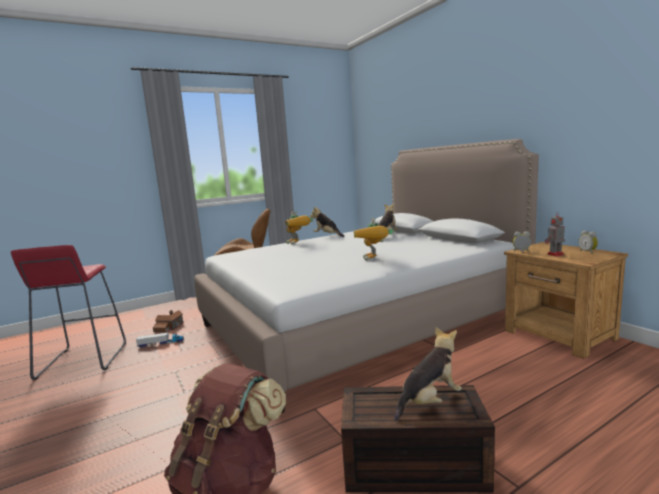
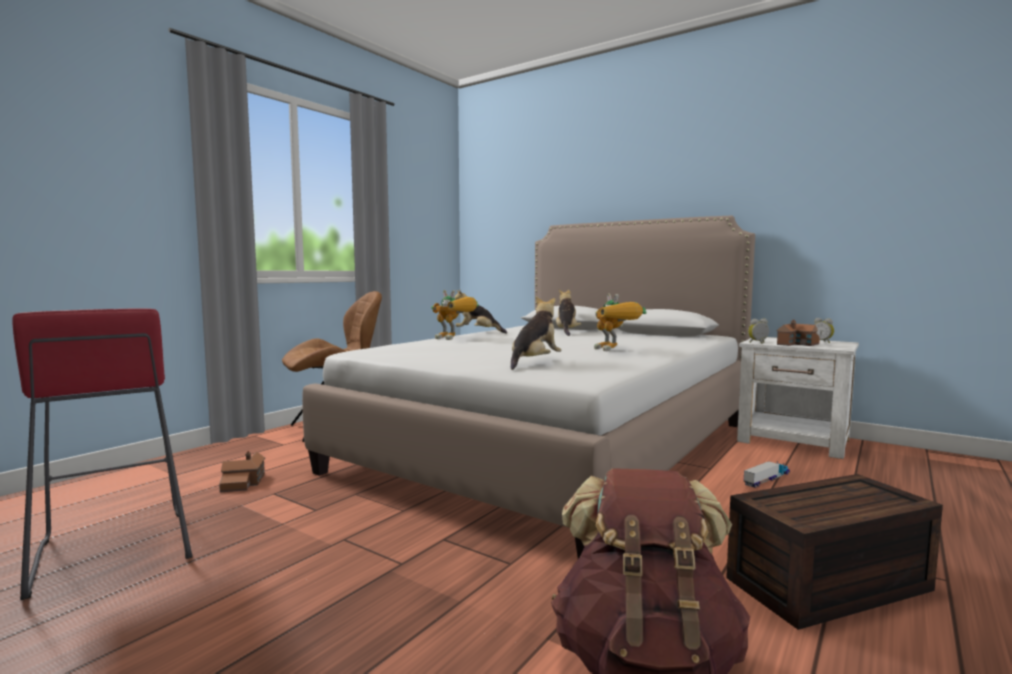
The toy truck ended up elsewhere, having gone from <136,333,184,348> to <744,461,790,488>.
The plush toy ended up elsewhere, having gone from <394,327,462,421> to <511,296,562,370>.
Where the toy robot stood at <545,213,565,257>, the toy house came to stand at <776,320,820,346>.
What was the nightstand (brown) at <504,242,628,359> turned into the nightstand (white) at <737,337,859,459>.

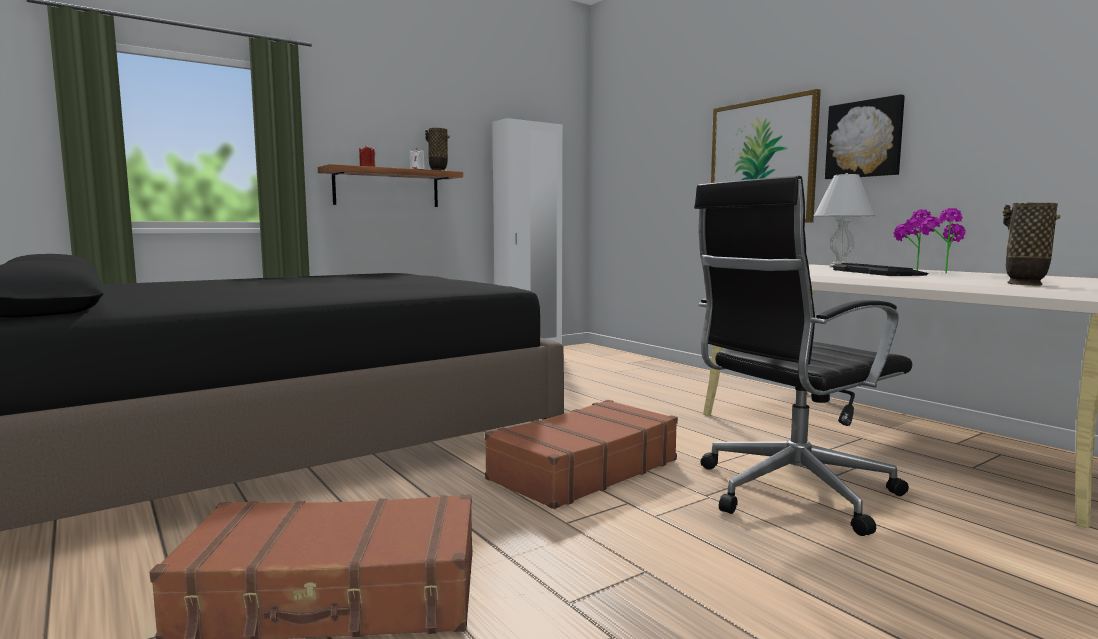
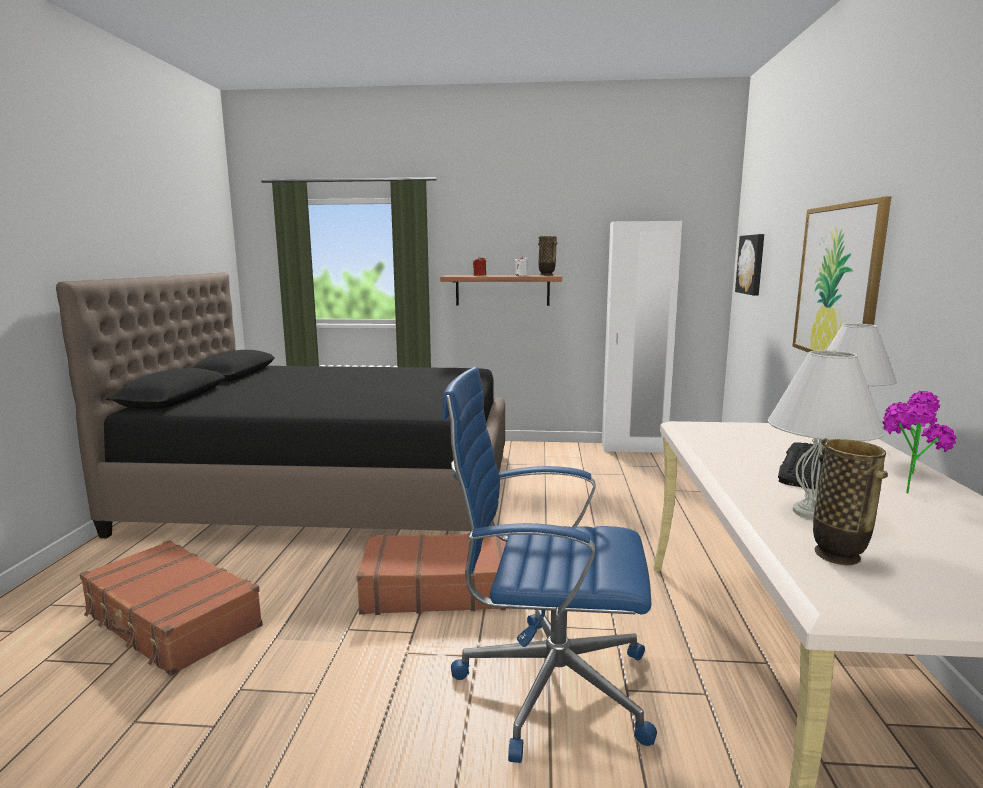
The second view gained the table lamp (white) at <768,350,885,520>.
The picture ended up elsewhere, having gone from <825,94,905,179> to <735,234,764,295>.
What was the office chair (black) at <694,176,912,536> turned into the office chair (blue) at <442,367,657,763>.

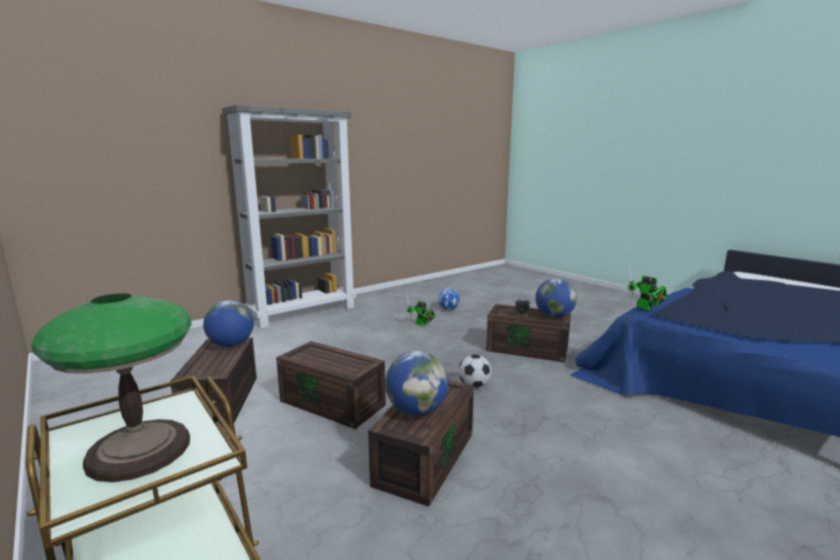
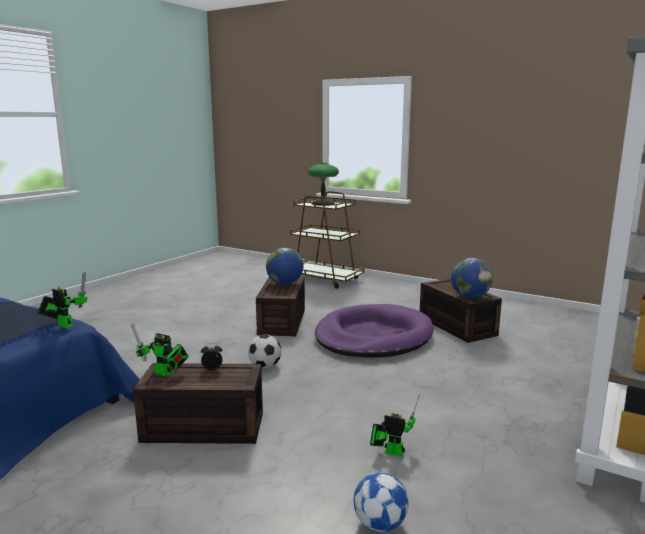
Where the storage box (brown) stood at <276,341,386,429>, the dog bed (purple) came to stand at <315,304,434,358>.
Where the globe stood at <535,278,577,318>, the toy robot came to stand at <131,323,189,377>.

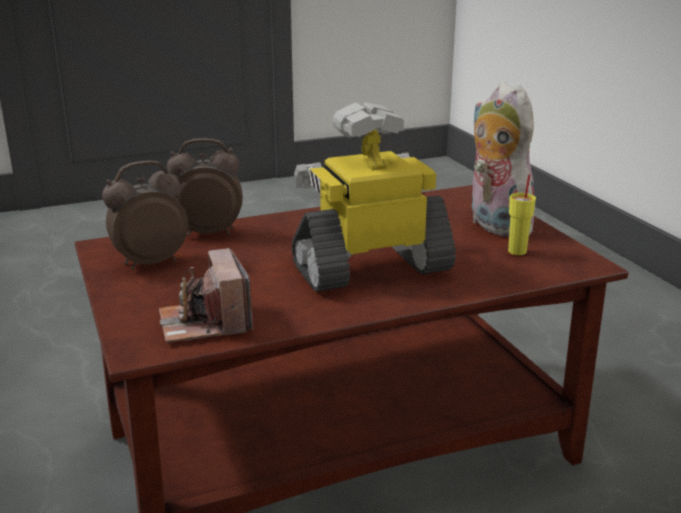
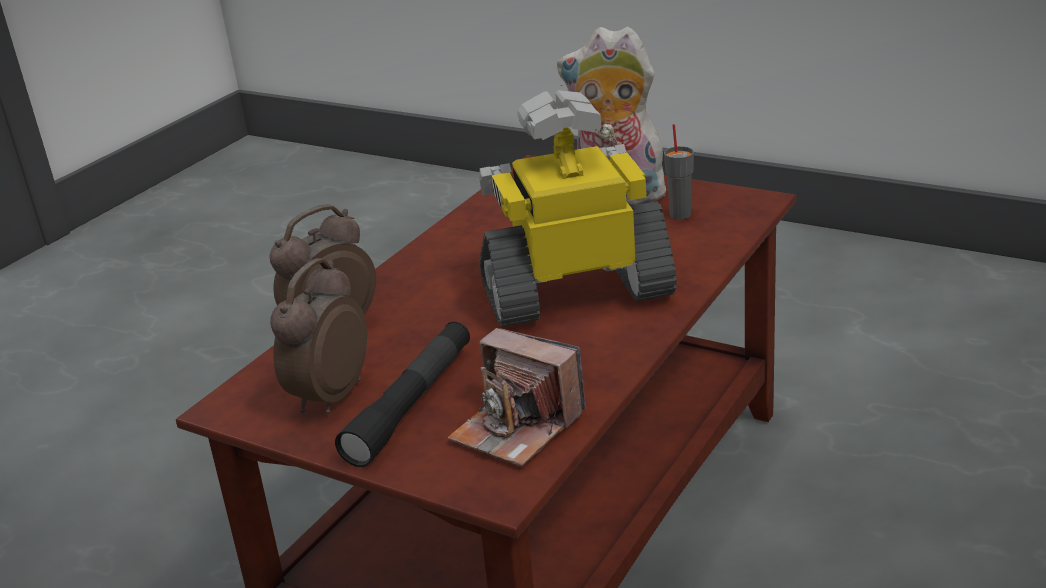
The second view gained the flashlight (black) at <335,321,470,467>.
What was the cup (yellow) at <508,174,536,255> turned into the cup (grey) at <664,124,694,219>.
The toy robot at <292,102,456,291> ended up facing another way, 45 degrees clockwise from before.

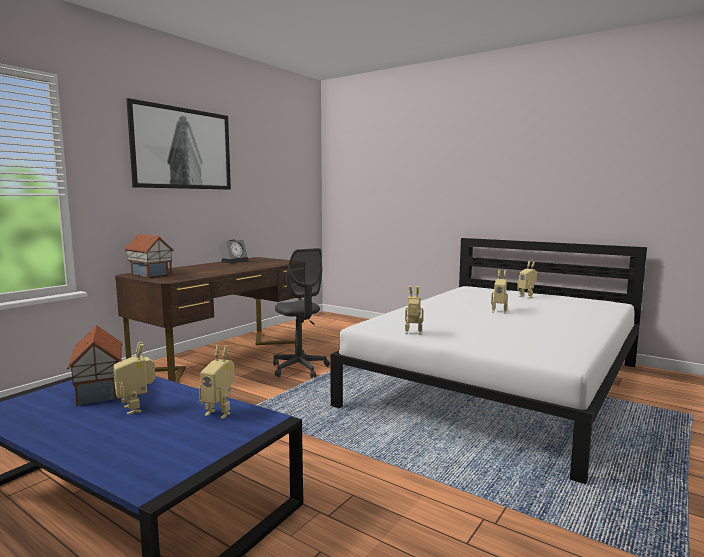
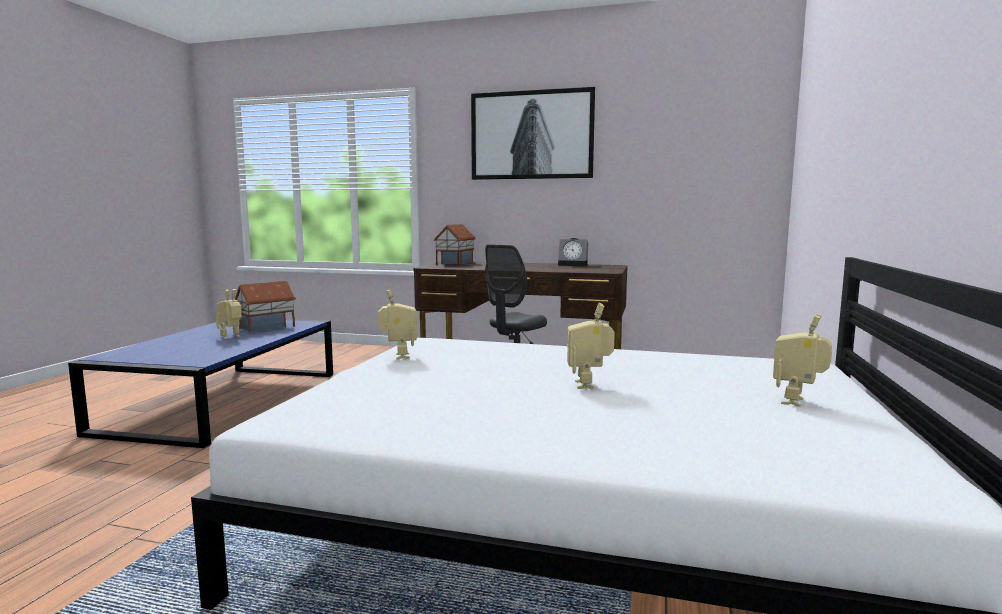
The second view lost the toy robot at <199,345,235,419>.

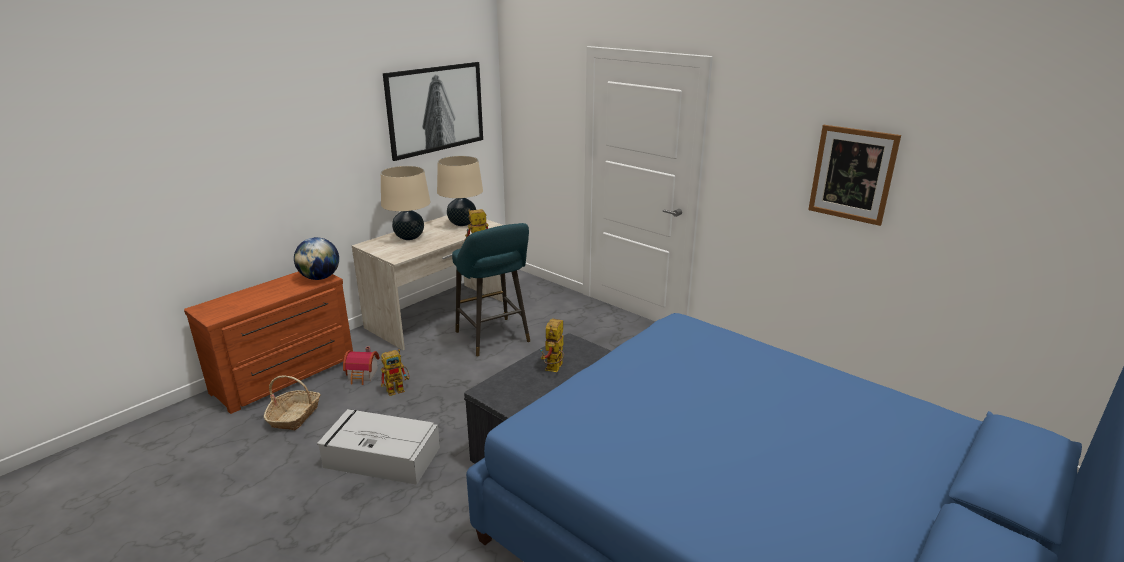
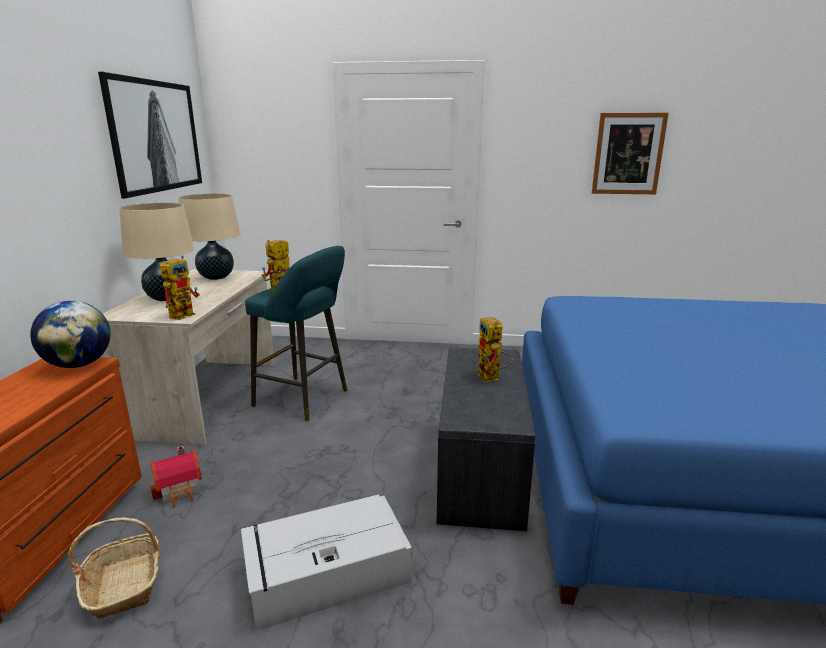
The toy robot ended up elsewhere, having gone from <381,349,410,396> to <160,255,200,320>.

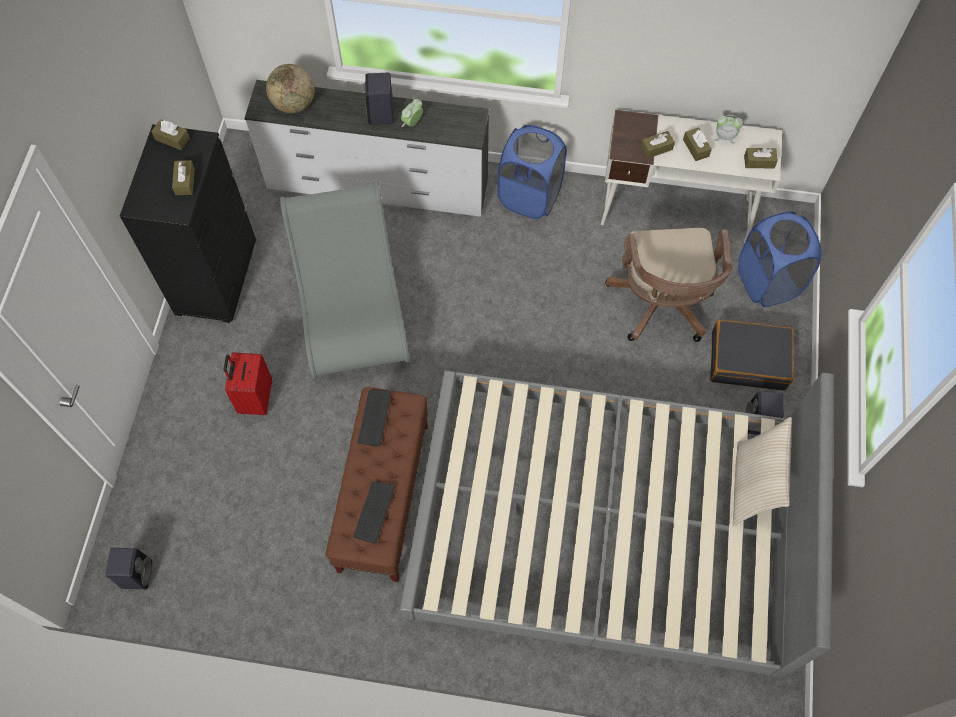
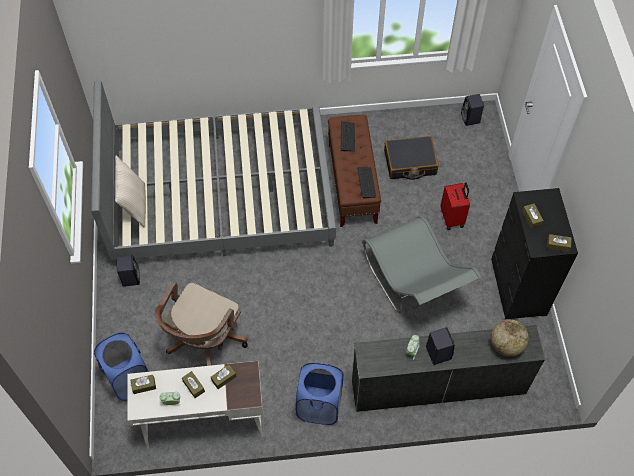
The suitcase (black) ended up elsewhere, having gone from <710,320,794,391> to <384,136,439,180>.
The office chair (brown) at <605,228,732,342> ended up facing another way, 135 degrees counterclockwise from before.

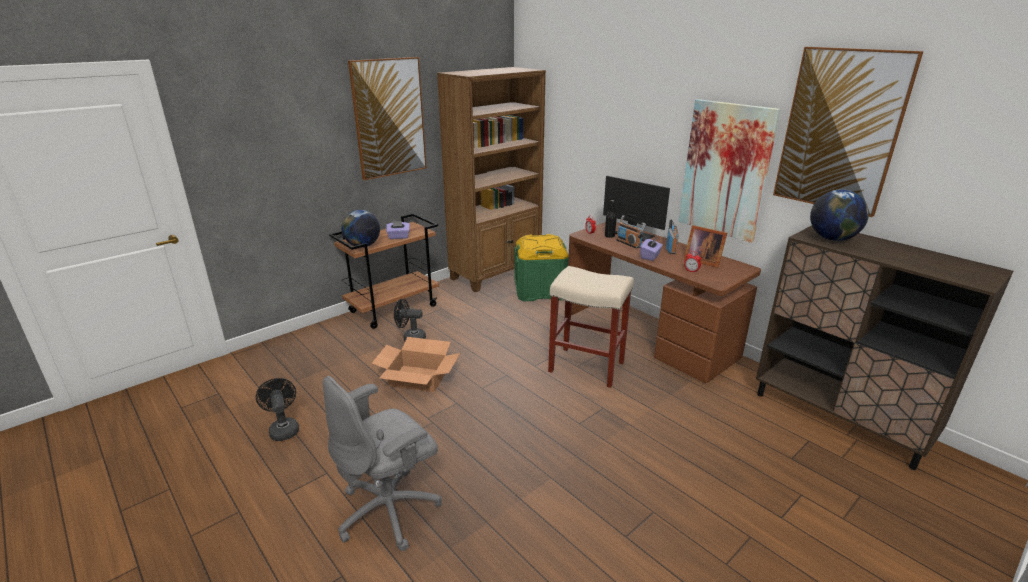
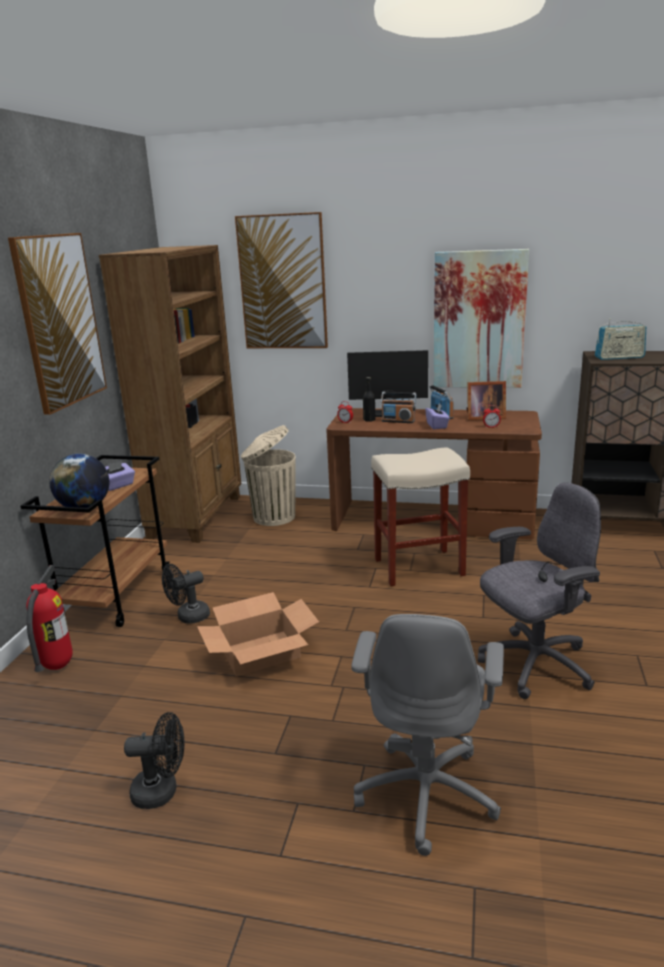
The second view gained the fire extinguisher at <26,565,73,672>.
The second view gained the office chair (grey) at <478,483,601,699>.
The picture ended up elsewhere, having gone from <773,47,923,217> to <235,212,328,348>.
Where the storage box (green) stood at <515,234,569,301>, the trash can (beige) came to stand at <241,425,296,526>.
Where the globe stood at <810,189,869,241>, the radio came to stand at <595,319,646,360>.
The fan (black) at <256,378,299,441> ended up facing another way, 150 degrees clockwise from before.

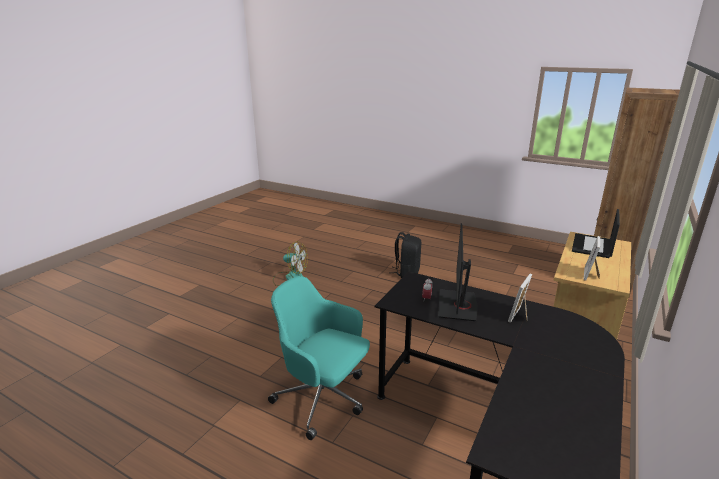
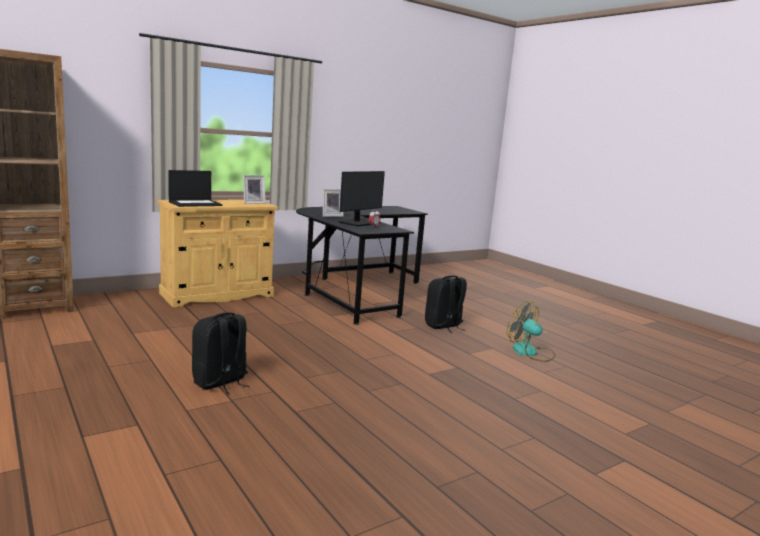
The fan ended up elsewhere, having gone from <273,241,308,286> to <507,302,555,362>.
Where the office chair (turquoise) stood at <268,276,370,440>, the backpack (black) came to stand at <425,275,467,333>.

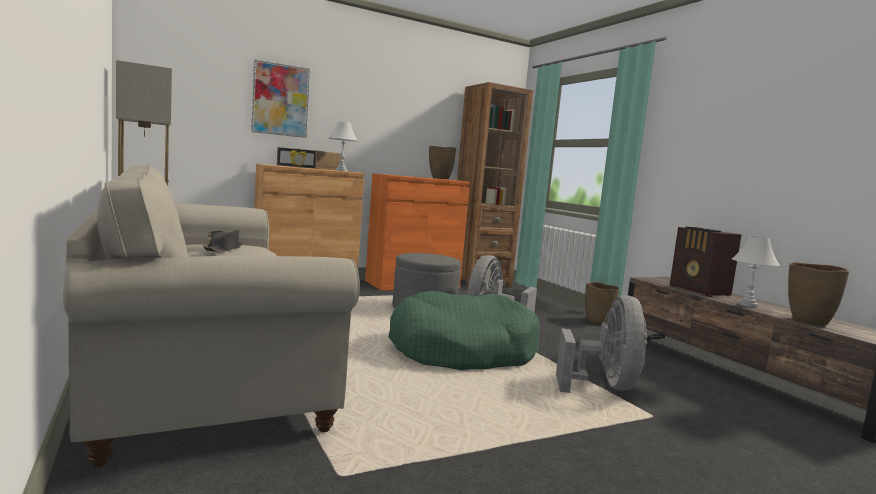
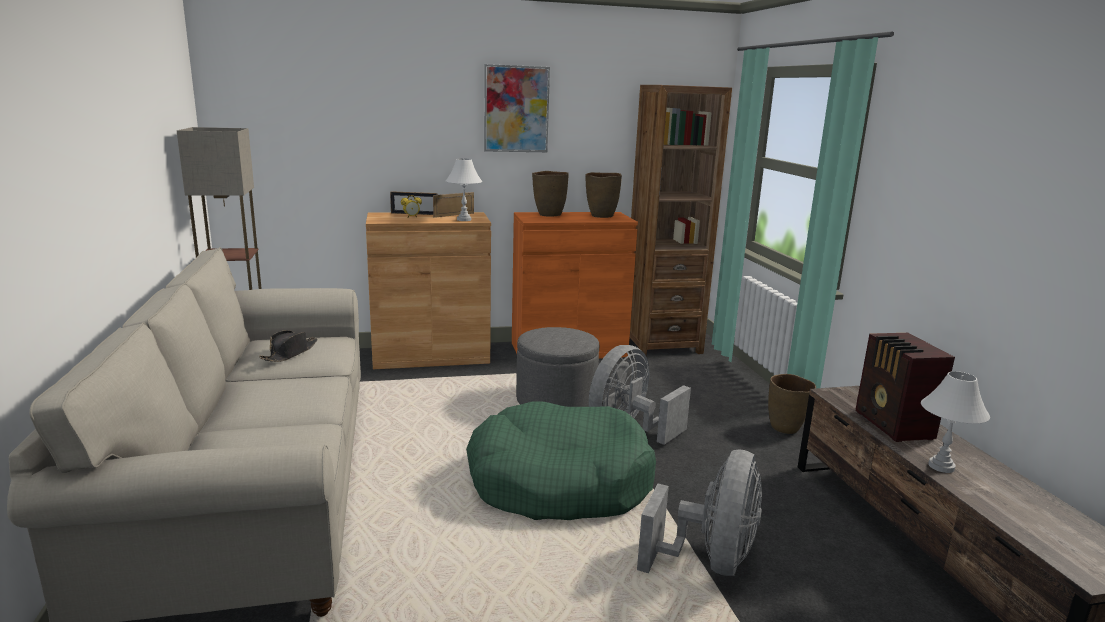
The picture ended up elsewhere, having gone from <251,60,310,138> to <484,64,550,152>.
The vase (brown) ended up elsewhere, having gone from <788,262,849,325> to <532,171,569,217>.

